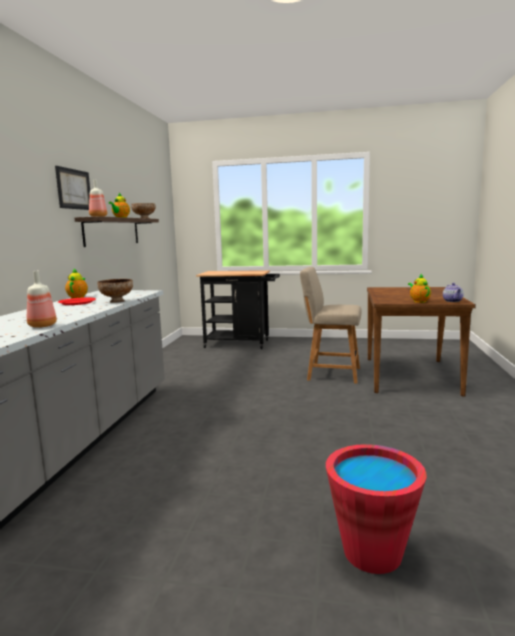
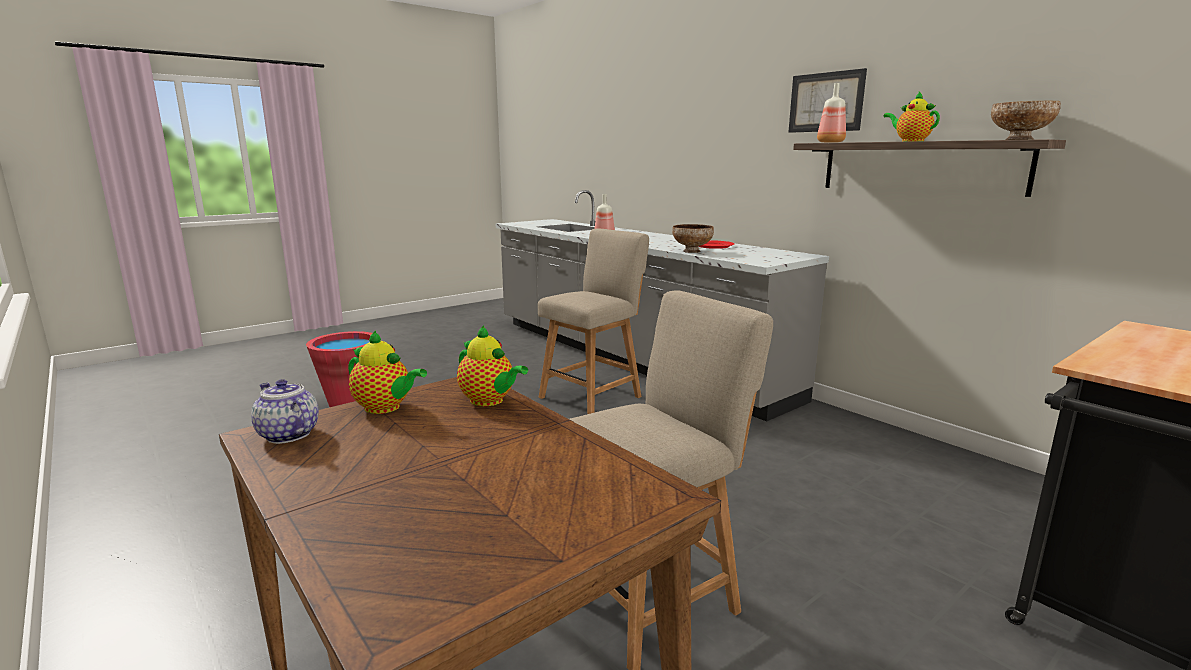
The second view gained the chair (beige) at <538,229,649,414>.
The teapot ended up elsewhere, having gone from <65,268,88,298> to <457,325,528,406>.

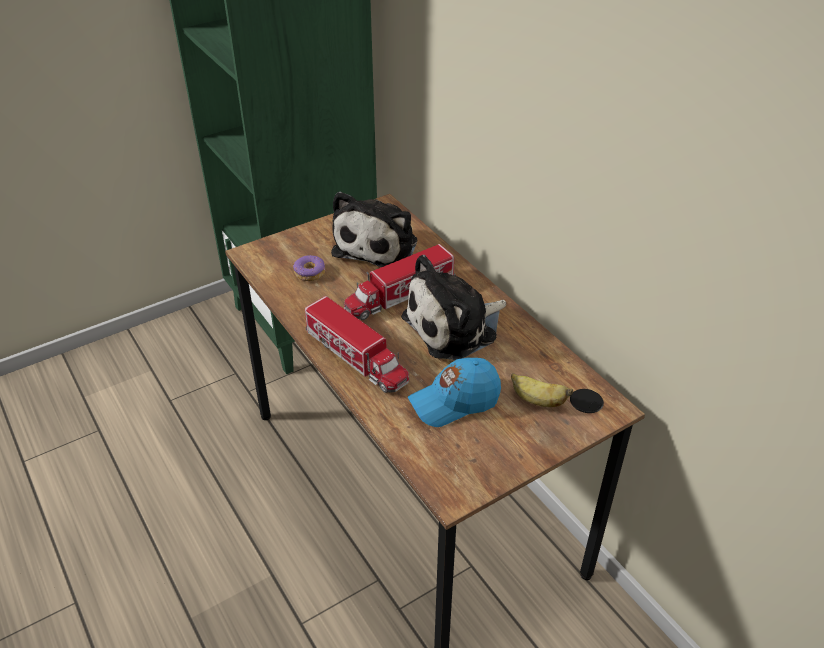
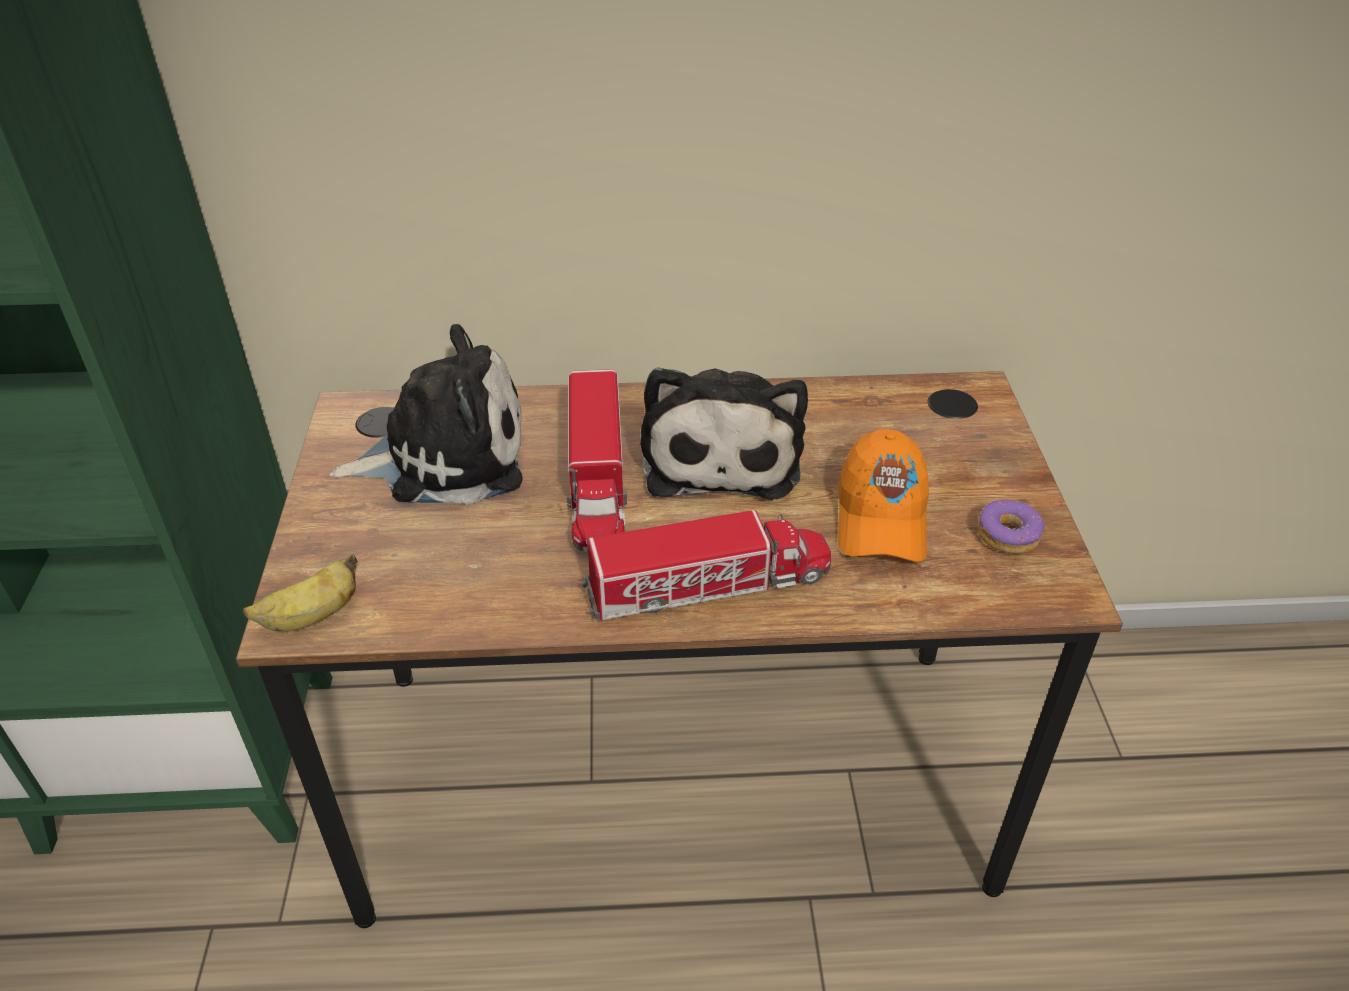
The donut ended up elsewhere, having gone from <293,255,325,281> to <978,499,1044,554>.
The banana ended up elsewhere, having gone from <511,373,573,407> to <243,554,358,632>.
What was the cap (blue) at <408,358,501,427> turned into the cap (orange) at <838,429,929,562>.
The plush toy at <331,191,417,267> ended up facing another way, 60 degrees counterclockwise from before.

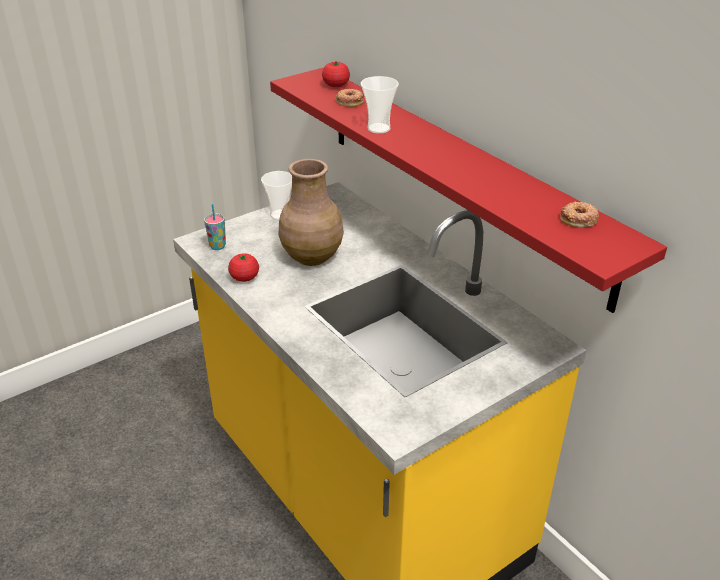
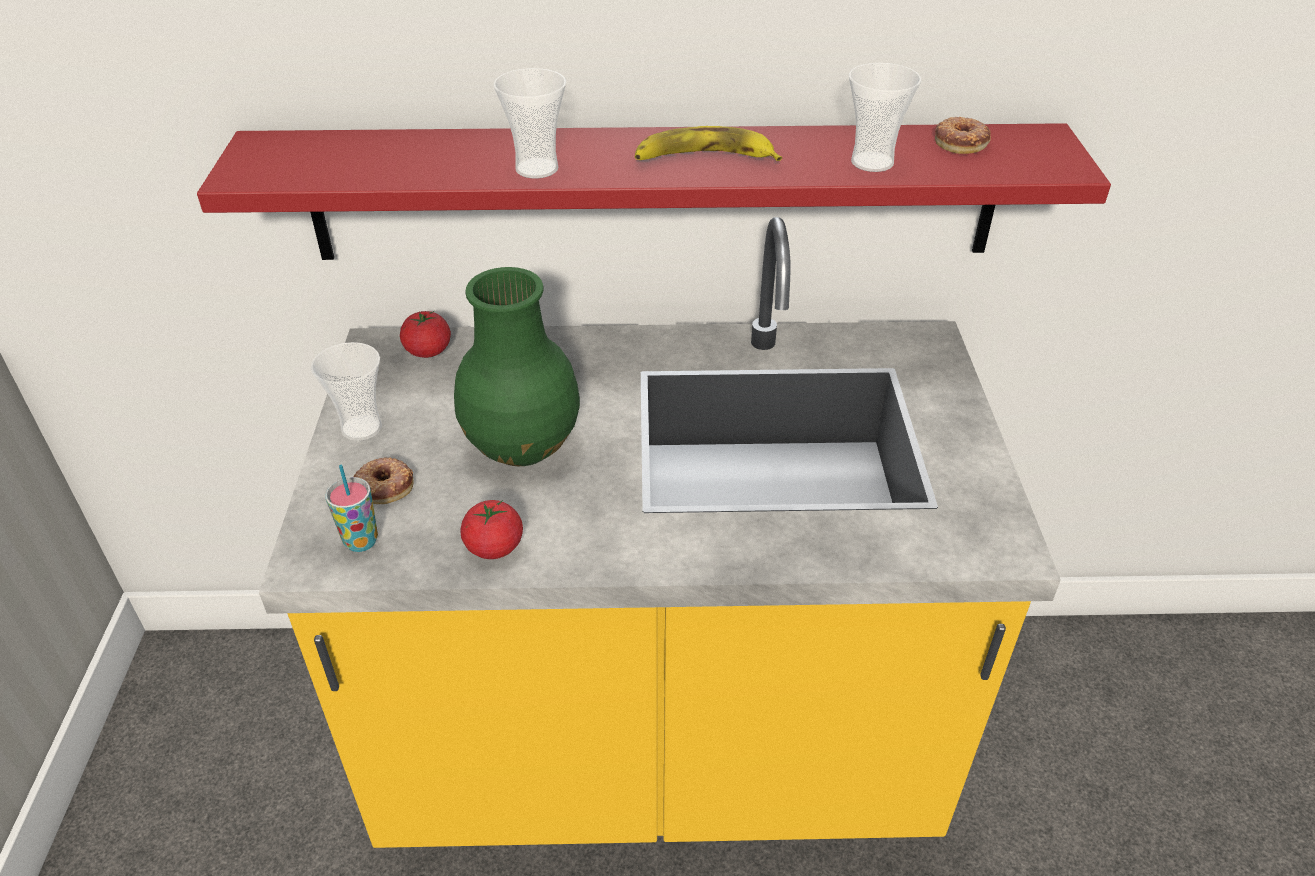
The second view gained the banana at <635,126,782,161>.
The second view gained the cup at <849,63,921,172>.
The tomato ended up elsewhere, having gone from <322,61,350,87> to <400,311,451,358>.
The donut ended up elsewhere, having gone from <336,89,365,107> to <354,457,414,504>.
What was the vase (brown) at <279,159,344,266> turned into the vase (green) at <454,267,580,466>.

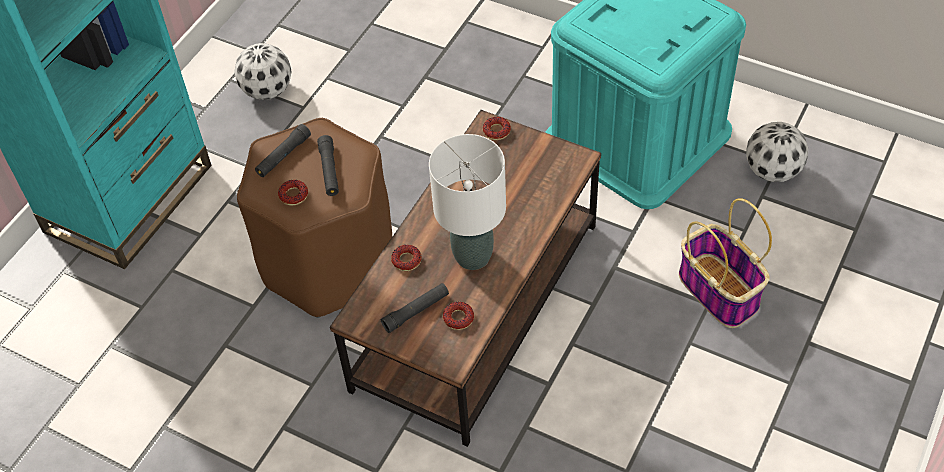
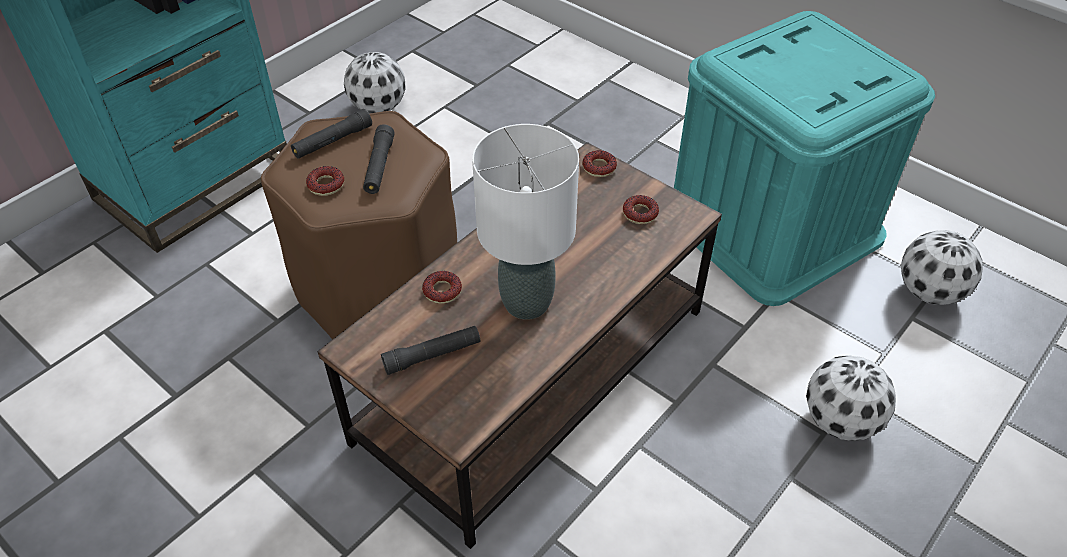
The donut ended up elsewhere, having gone from <443,302,474,330> to <623,195,659,224>.
Where the basket stood at <679,198,772,328>, the football came to stand at <806,355,896,441>.

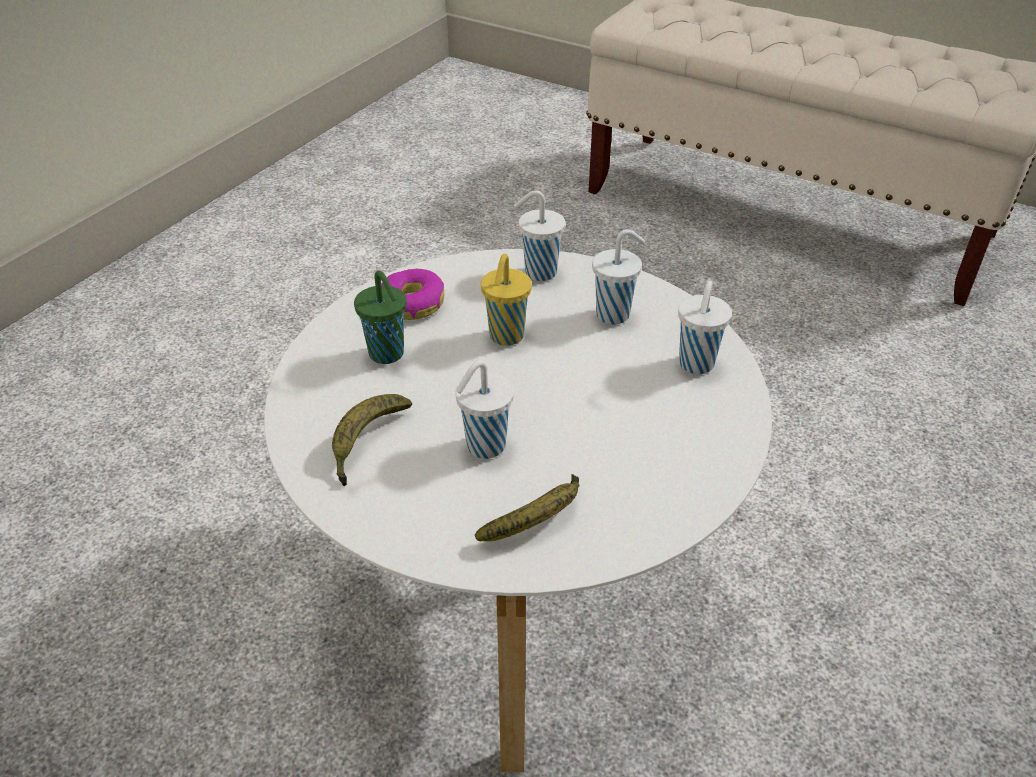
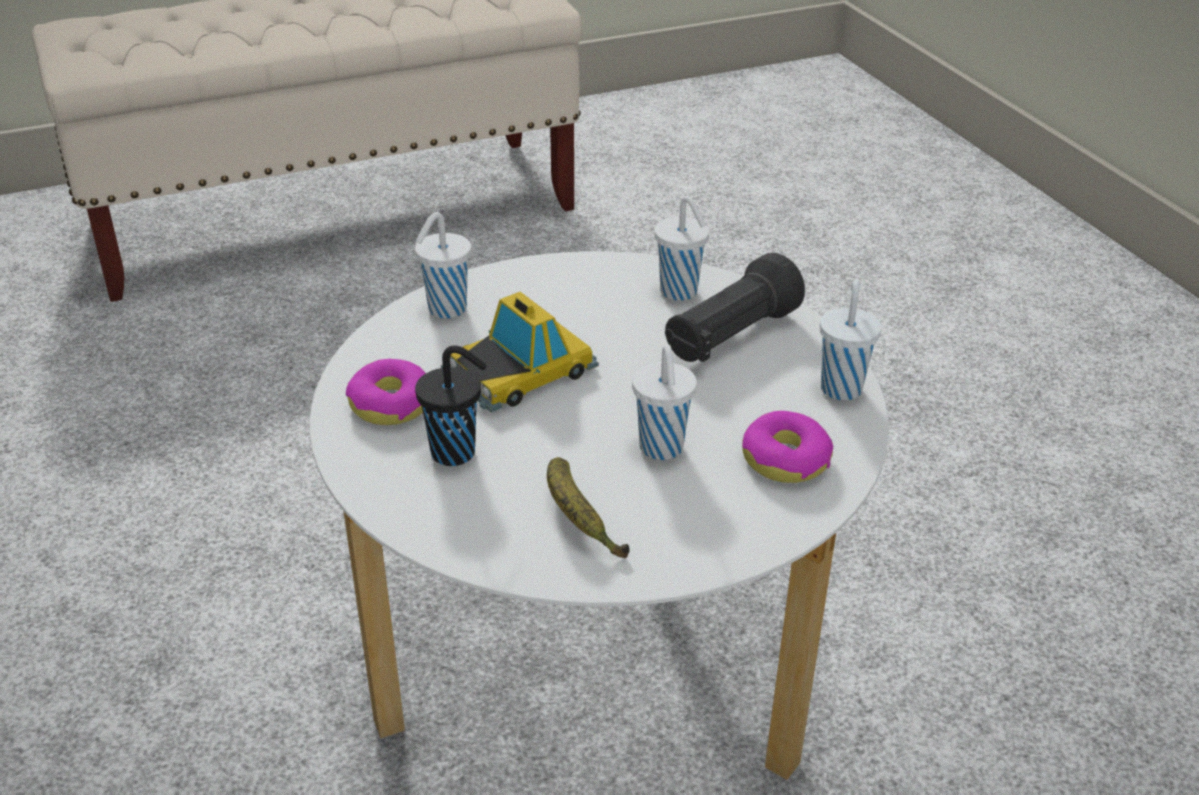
The second view gained the flashlight (black) at <665,253,805,362>.
The cup (white) ended up elsewhere, having gone from <592,229,645,325> to <820,280,882,400>.
Where the banana stood at <475,474,580,542>, the donut came to stand at <742,411,833,483>.
Where the cup (yellow) stood at <481,254,532,346>, the toy car came to stand at <441,292,599,412>.
What was the cup (green) at <354,271,407,364> turned into the cup (black) at <415,345,487,466>.

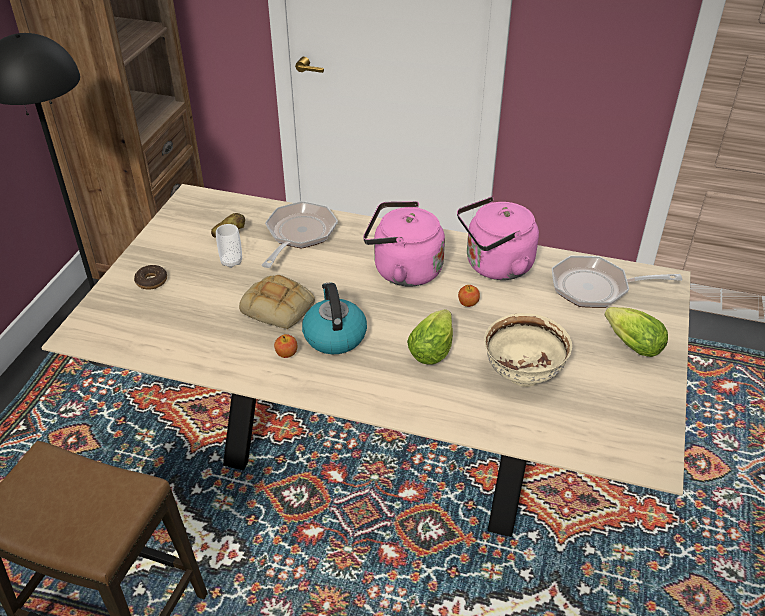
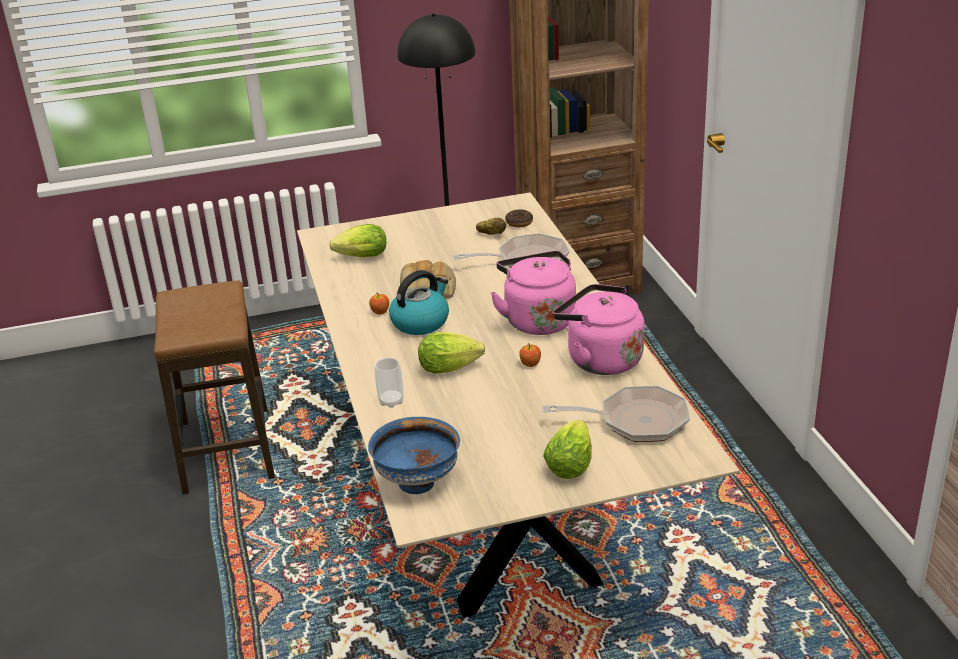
The second view lost the bowl (beige) at <484,313,572,387>.
The second view gained the lettuce at <329,224,386,257>.
The second view gained the bowl (blue) at <368,417,460,494>.
The donut ended up elsewhere, having gone from <134,265,167,290> to <505,209,533,227>.
The cup ended up elsewhere, having gone from <216,224,242,268> to <375,358,403,408>.
The frying pan at <552,256,683,308> ended up facing another way, 120 degrees clockwise from before.

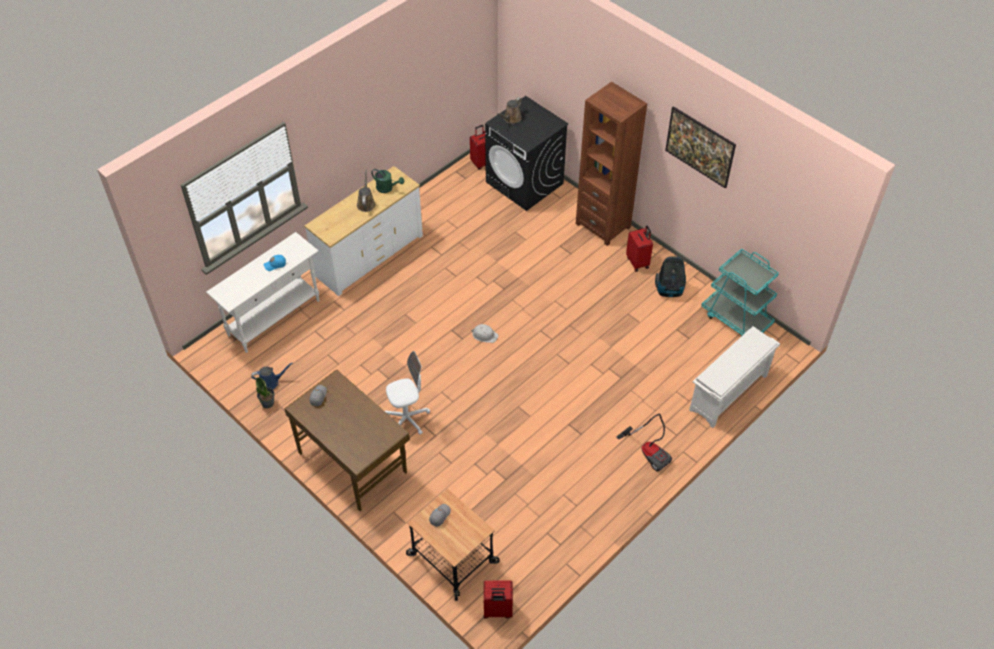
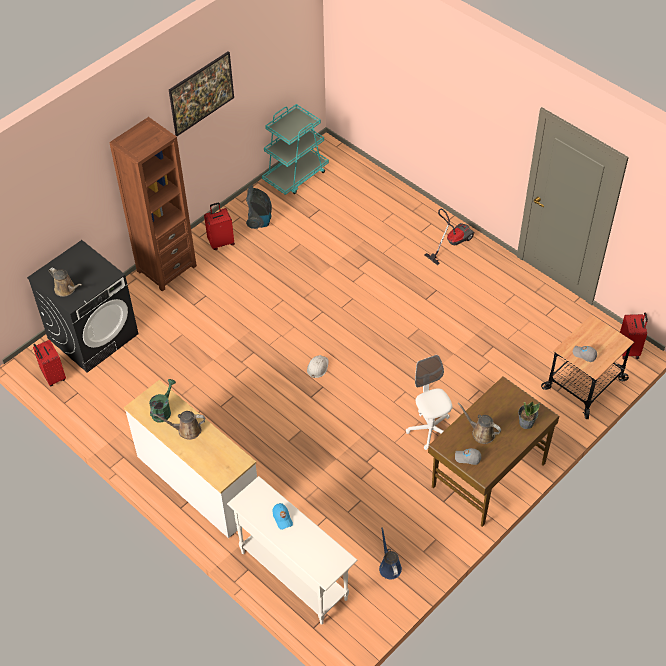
The second view lost the shoe rack (white) at <689,326,780,428>.
The second view gained the watering can (brown) at <458,402,501,444>.
The potted plant ended up elsewhere, having gone from <256,377,275,408> to <518,401,540,429>.

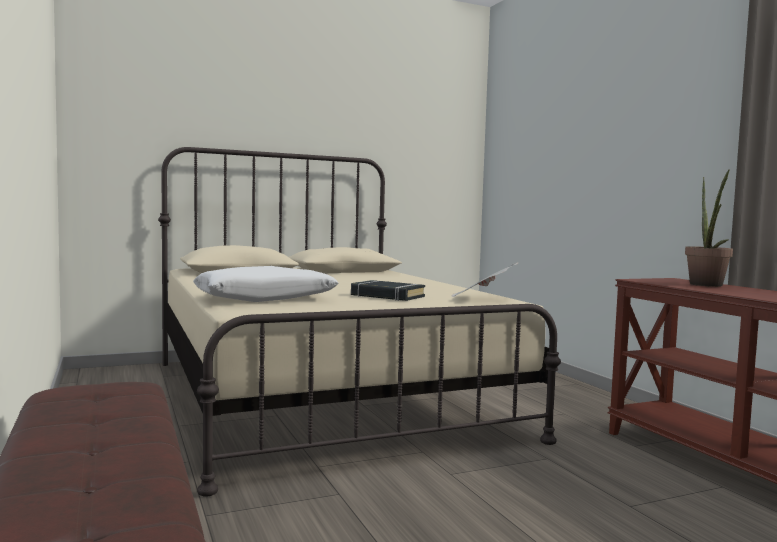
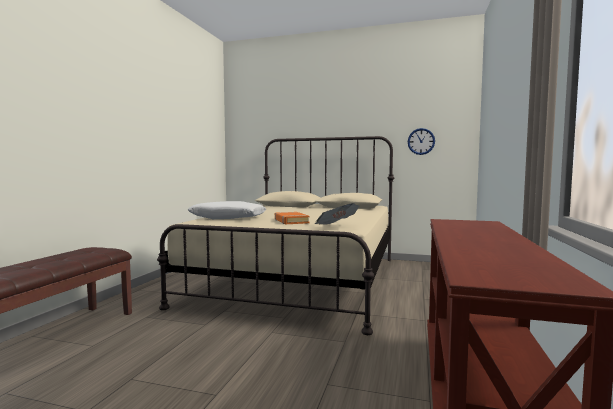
The second view lost the potted plant at <685,169,733,287>.
The second view gained the wall clock at <408,128,435,155>.
What was the book (black) at <351,280,425,301> turned into the book (orange) at <275,212,309,224>.

